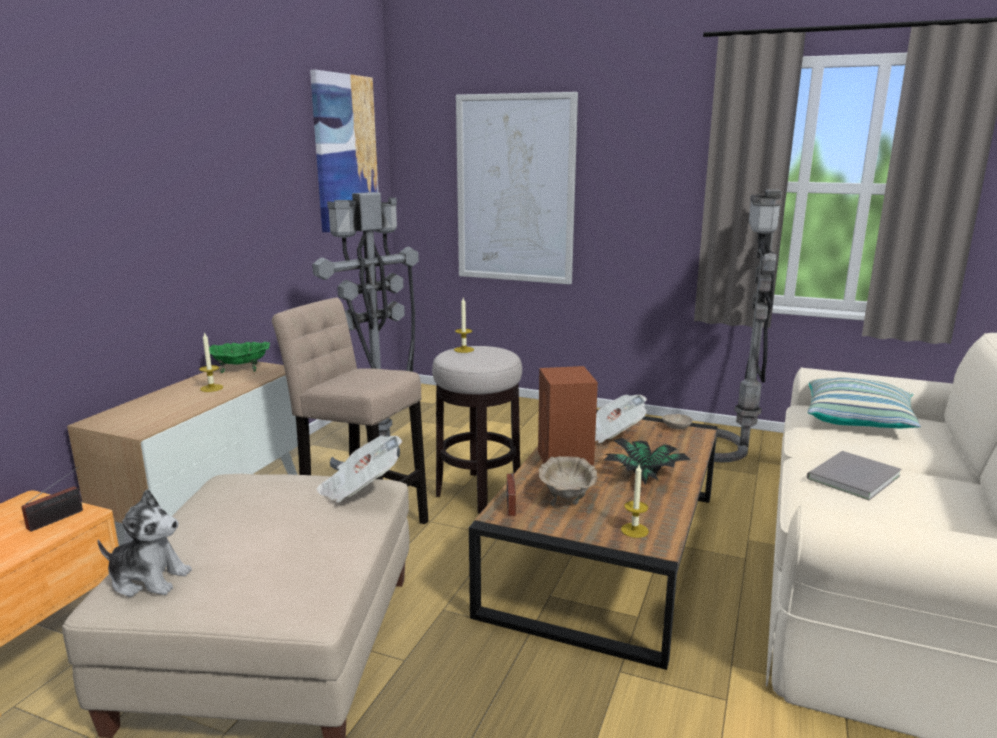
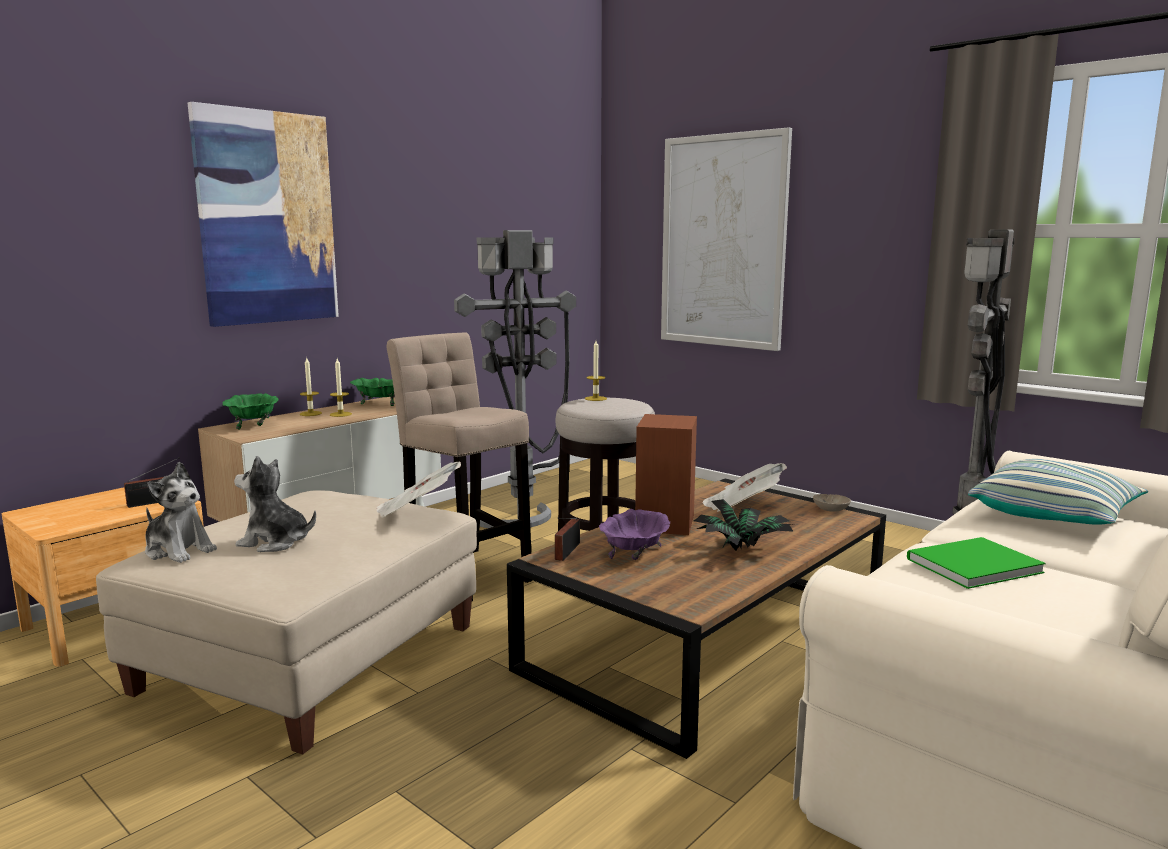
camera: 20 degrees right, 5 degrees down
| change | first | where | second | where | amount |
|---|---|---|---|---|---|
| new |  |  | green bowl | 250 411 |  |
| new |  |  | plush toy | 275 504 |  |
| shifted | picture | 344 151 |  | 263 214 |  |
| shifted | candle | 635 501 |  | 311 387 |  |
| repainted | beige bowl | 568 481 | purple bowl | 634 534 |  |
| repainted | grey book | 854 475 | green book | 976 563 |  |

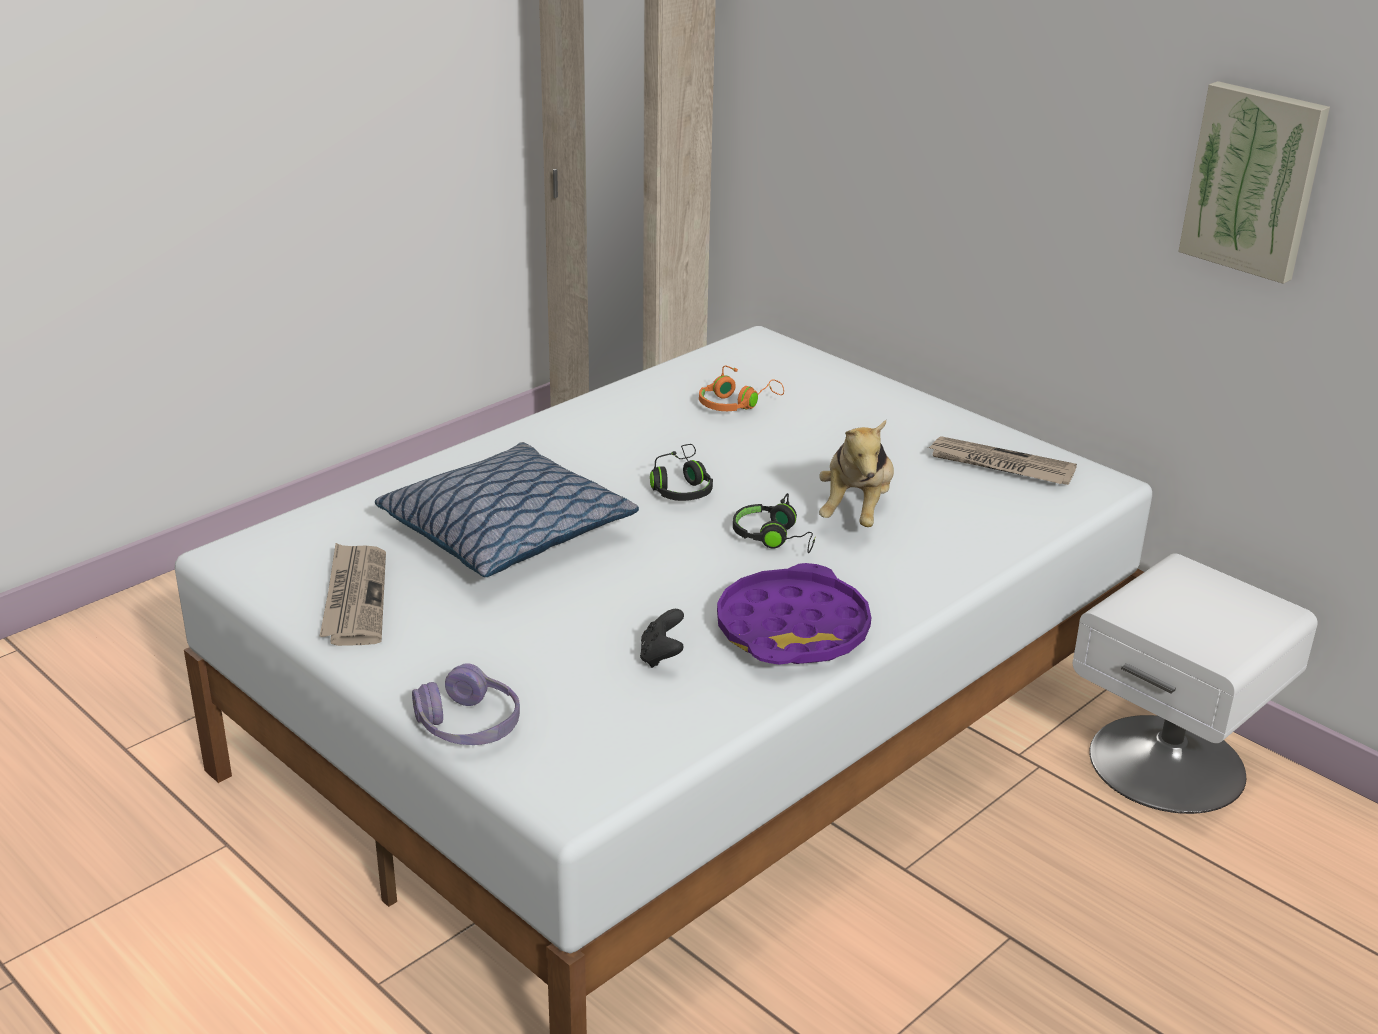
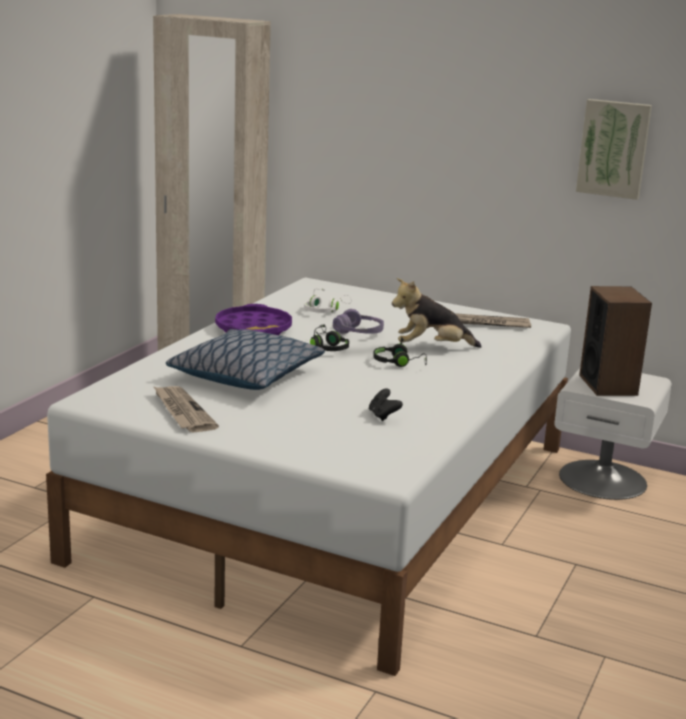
camera: 20 degrees left, 10 degrees down
| change | first | where | second | where | amount |
|---|---|---|---|---|---|
| new |  |  | speaker | 615 341 |  |
| shifted | purple headphones | 466 704 |  | 358 321 |  |
| shifted | purple tray | 794 614 |  | 253 319 |  |
| repainted | orange headphones | 741 388 | white headphones | 328 300 |  |
| rotated | plush toy | 856 473 |  | 437 313 | 90 degrees clockwise |

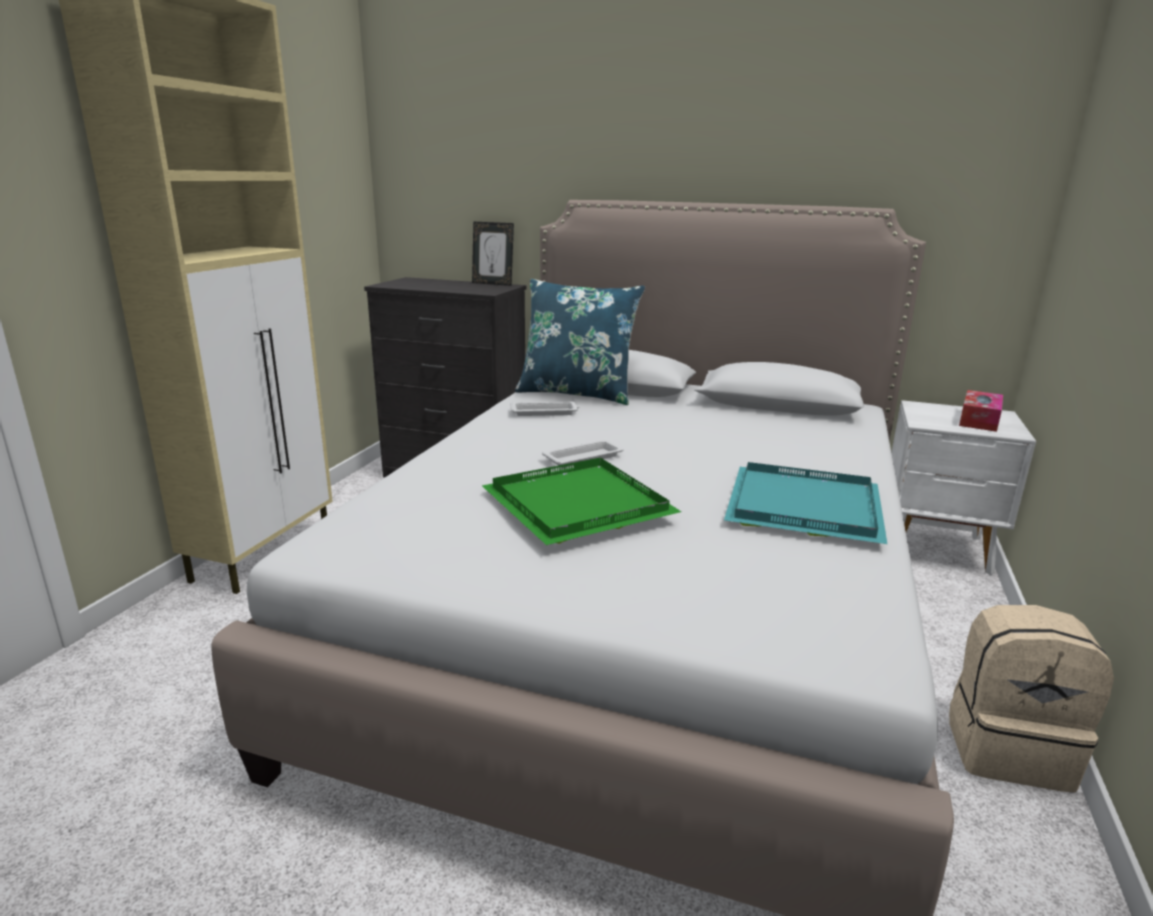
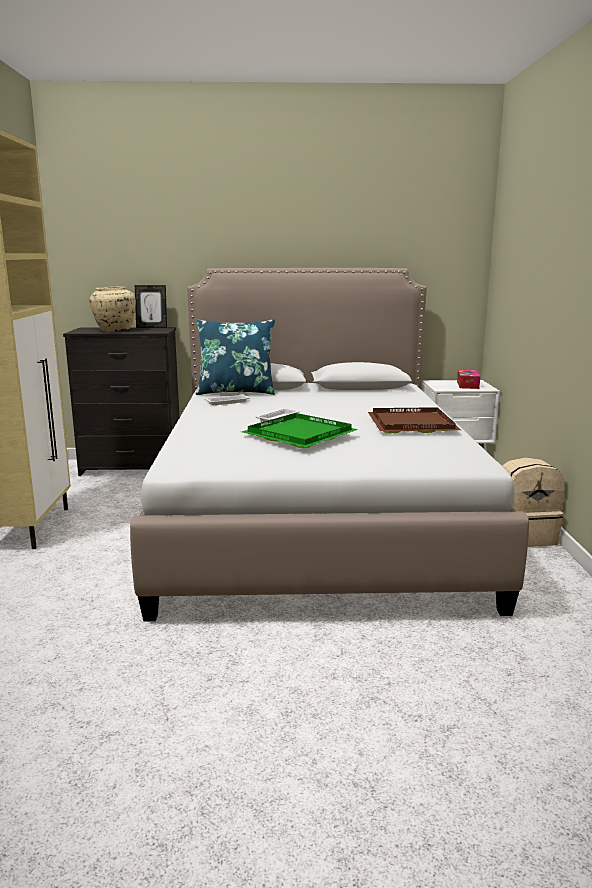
camera: 20 degrees left, 5 degrees down
| change | first | where | second | where | amount |
|---|---|---|---|---|---|
| new |  |  | beige vase | 112 309 |  |
| repainted | turquoise tray | 805 503 | brown tray | 414 420 |  |

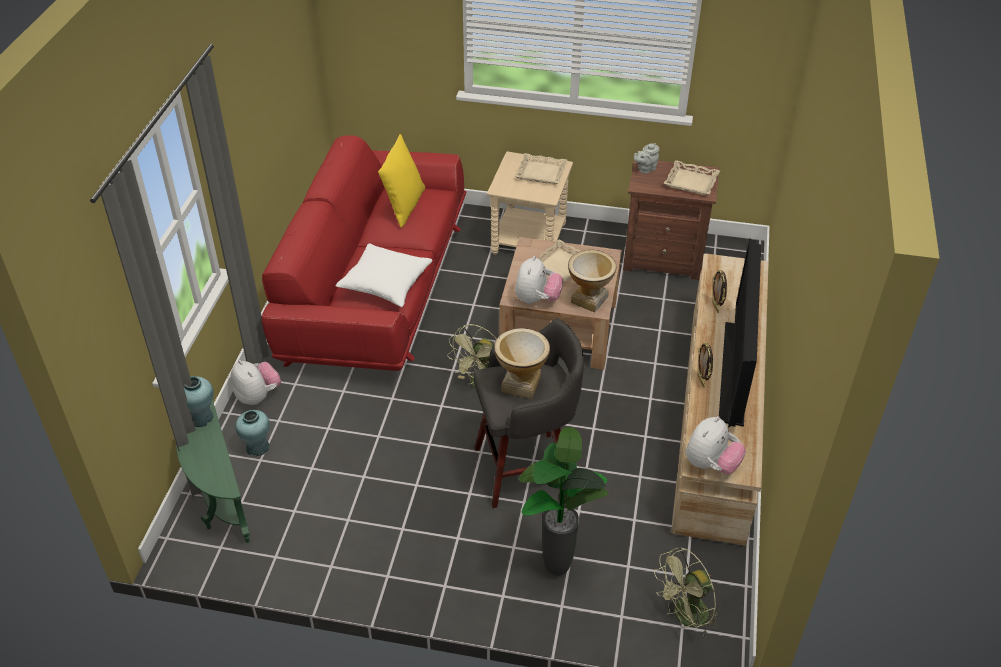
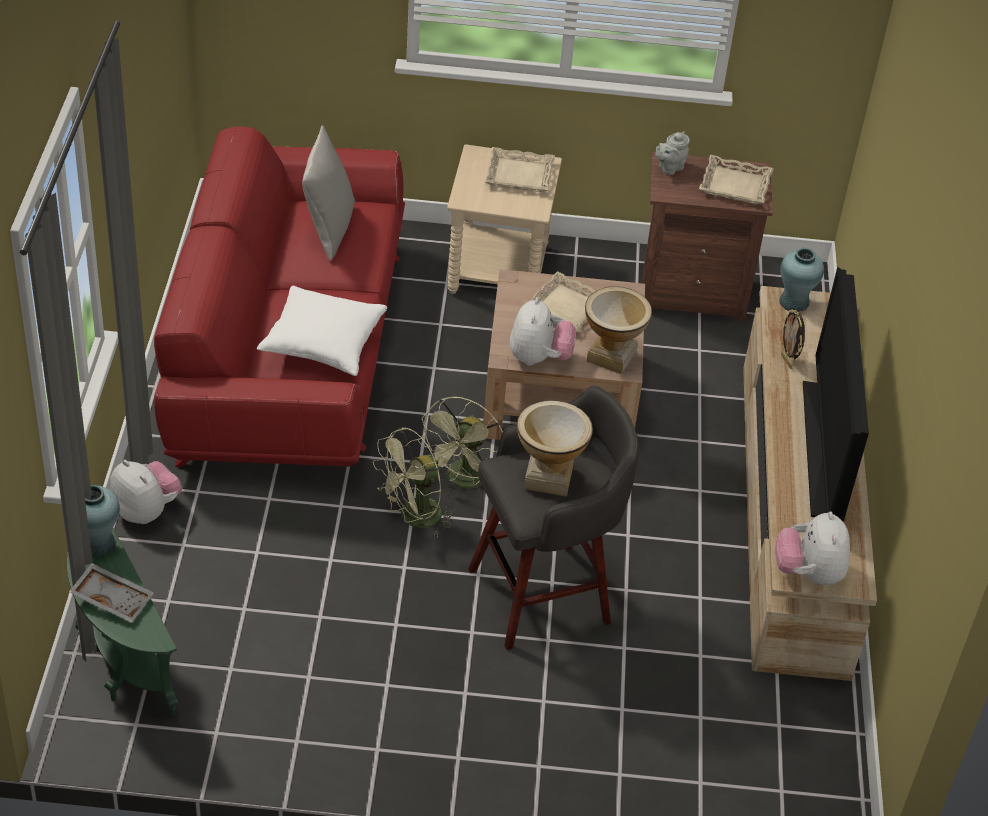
camera: 10 degrees left, 0 degrees up
| change | first | where | second | where | amount |
|---|---|---|---|---|---|
| gone | potted plant | 563 501 |  |  |  |
| gone | picture frame | 705 365 |  |  |  |
| new |  |  | grey tray | 111 593 |  |
| shifted | turquoise vase | 252 433 |  | 801 280 |  |
| shifted | green fan | 687 592 |  | 414 482 |  |
| repainted | yellow pillow | 401 181 | grey pillow | 328 193 |  |
| rotated | plush toy | 716 445 |  | 812 548 | 150 degrees clockwise |

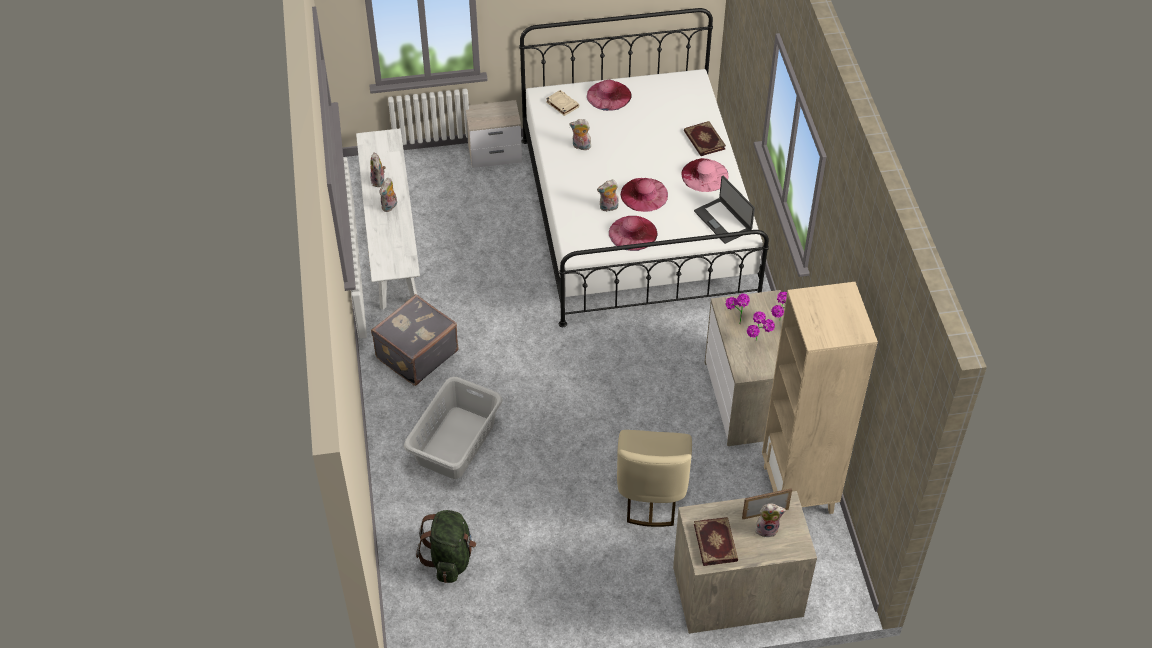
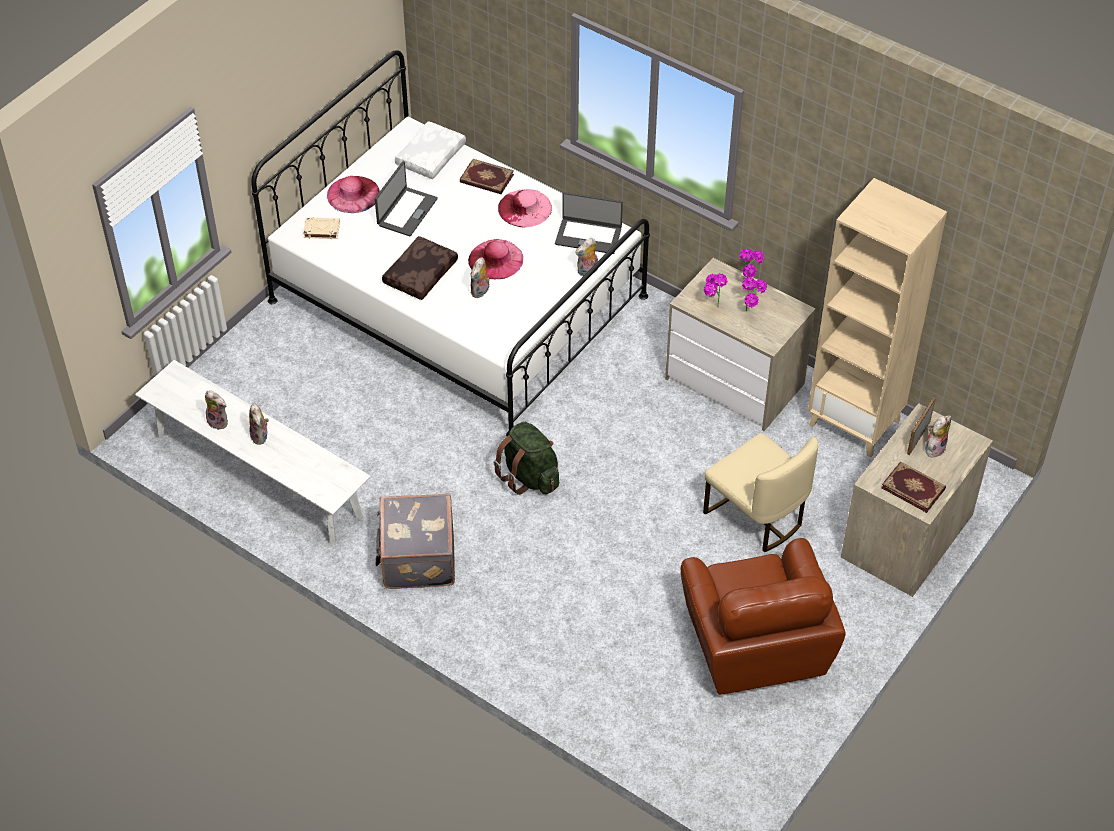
camera: 45 degrees left, 0 degrees up
| change | first | where | second | where | amount |
|---|---|---|---|---|---|
| gone | grey laundry basket | 453 428 |  |  |  |
| gone | nightstand | 494 134 |  |  |  |
| gone | pink hat | 633 233 |  |  |  |
| new |  |  | laptop | 406 198 |  |
| new |  |  | brown pillow | 420 268 |  |
| new |  |  | white pillow | 430 150 |  |
| new |  |  | brown armchair | 763 616 |  |
| shifted | green backpack | 446 546 |  | 526 458 |  |
| shifted | plush toy | 580 134 |  | 586 257 |  |

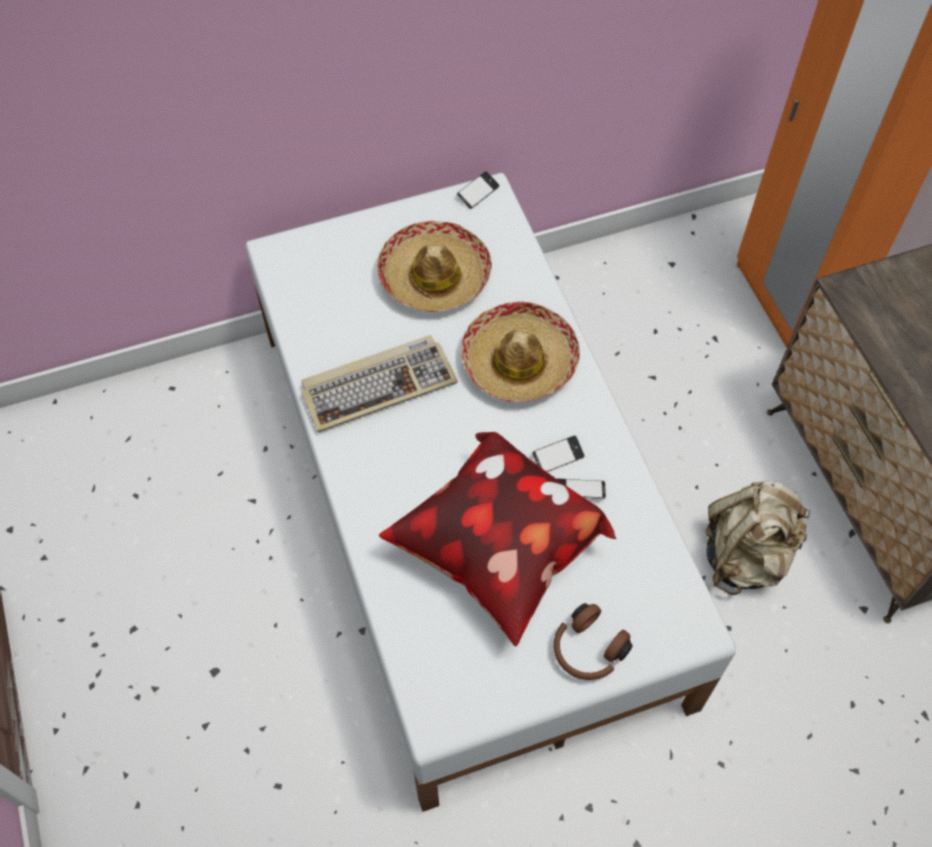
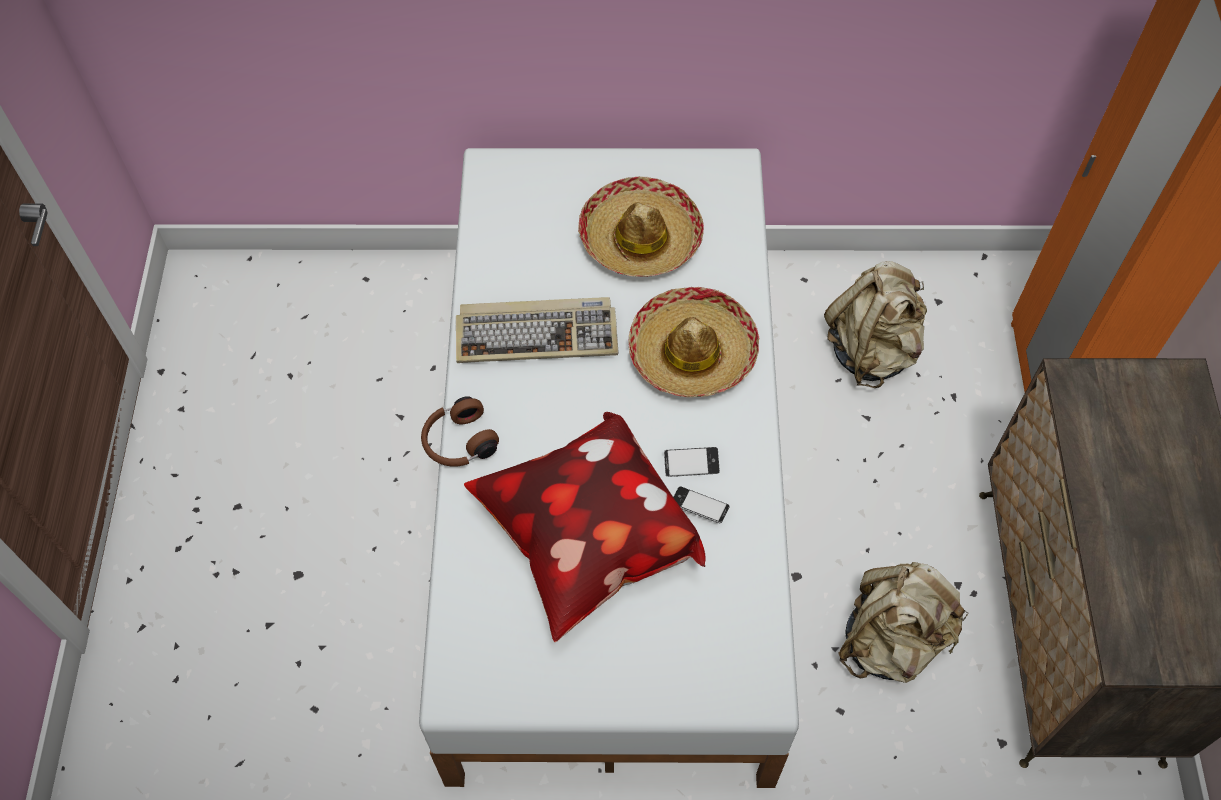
camera: 20 degrees right, 0 degrees up
| change | first | where | second | where | amount |
|---|---|---|---|---|---|
| gone | phone | 478 190 |  |  |  |
| new |  |  | beige backpack | 875 324 |  |
| shifted | brown headphones | 593 641 |  | 460 431 |  |

